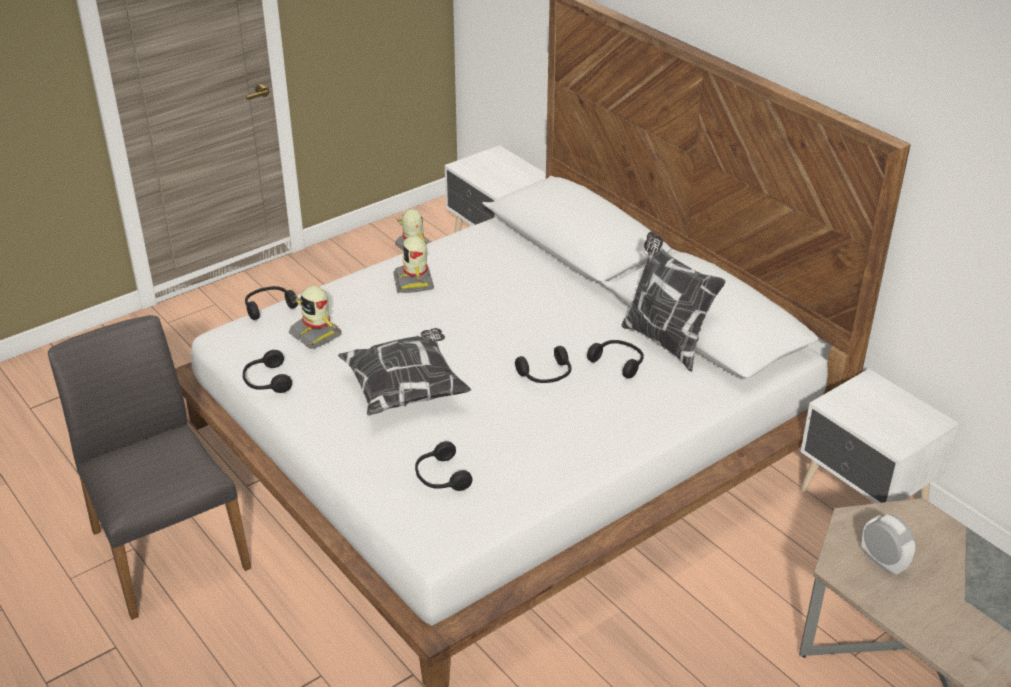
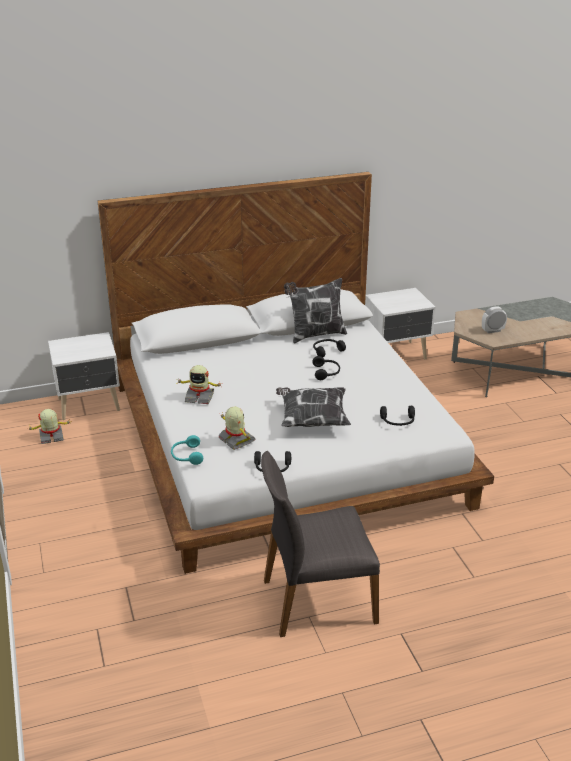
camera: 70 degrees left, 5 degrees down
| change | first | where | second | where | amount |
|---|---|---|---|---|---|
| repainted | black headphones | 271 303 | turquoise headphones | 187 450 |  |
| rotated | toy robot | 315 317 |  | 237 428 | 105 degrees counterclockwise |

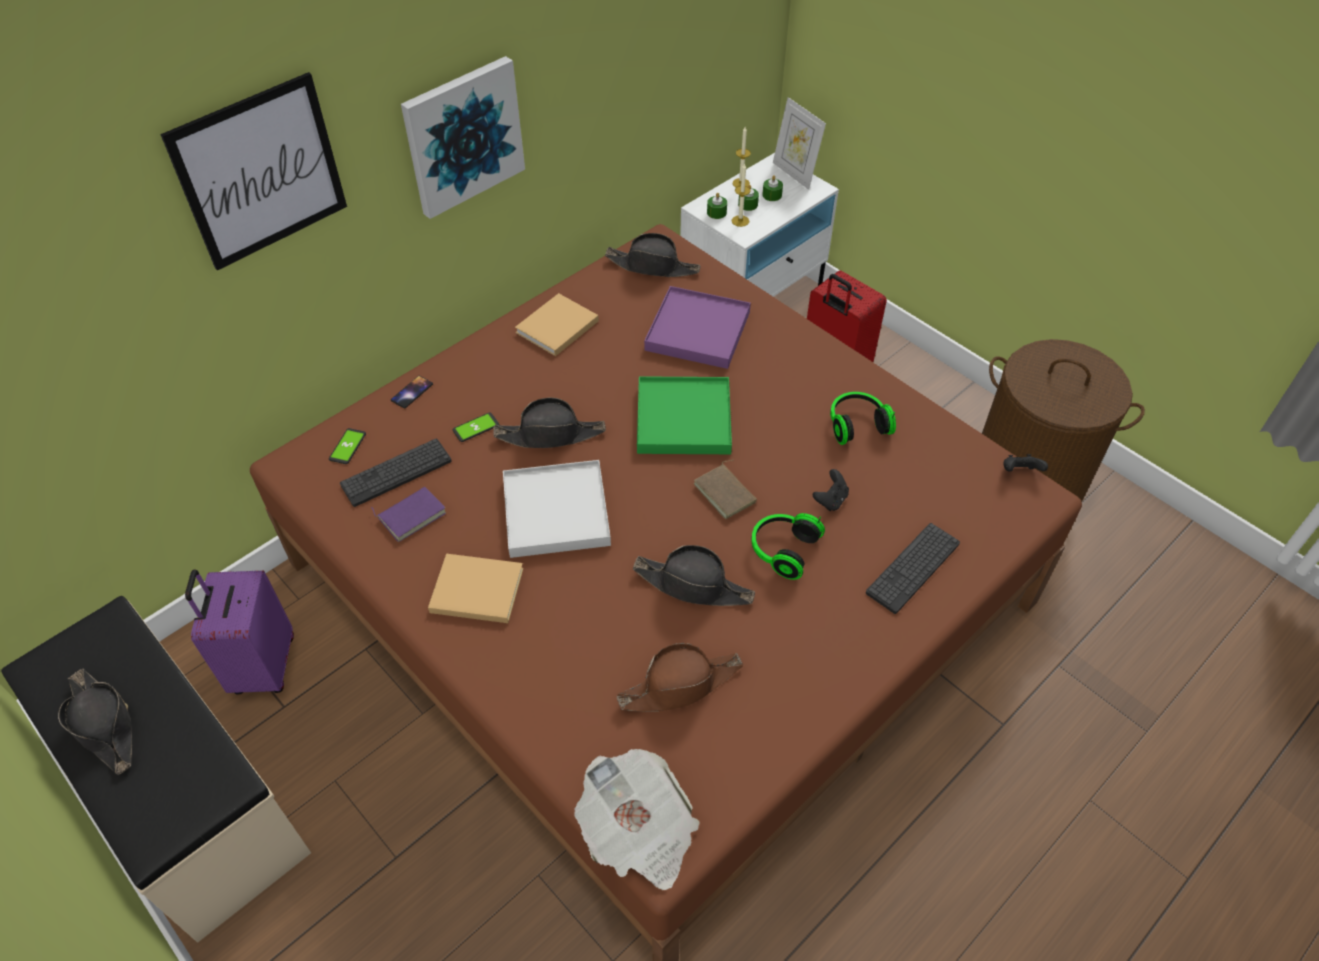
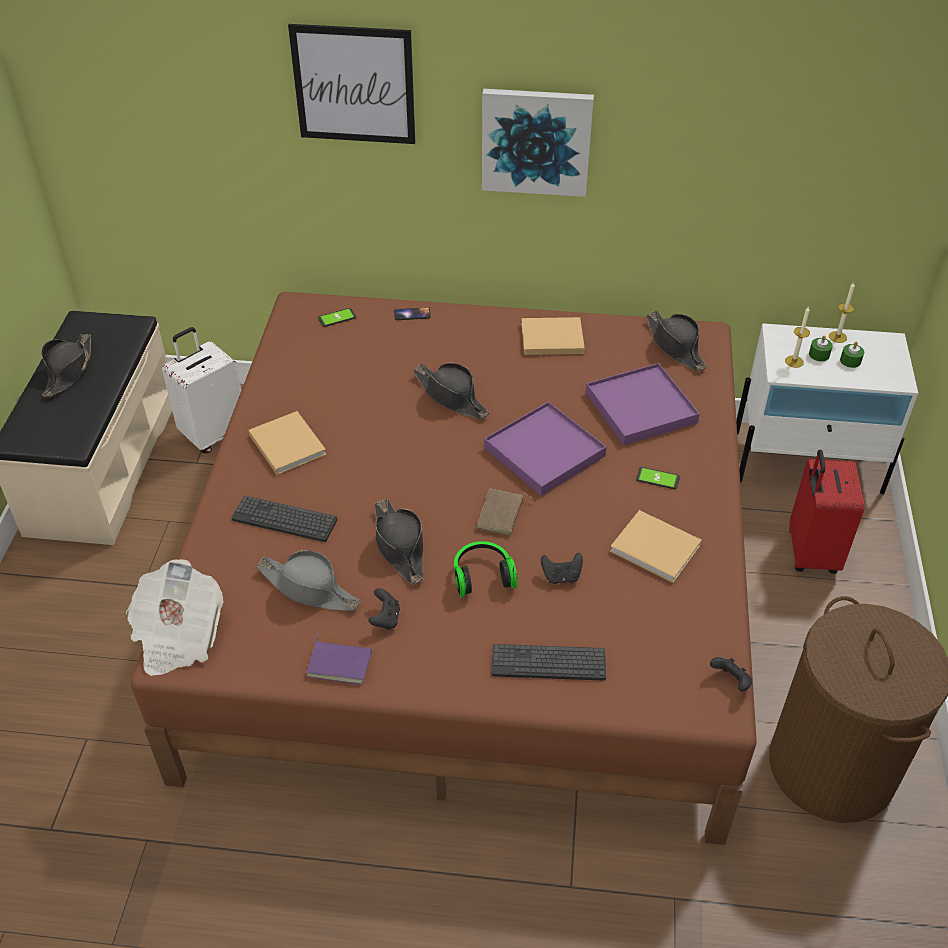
camera: 50 degrees right, 5 degrees down
| change | first | where | second | where | amount |
|---|---|---|---|---|---|
| gone | white tray | 557 509 |  |  |  |
| gone | green candle | 717 206 |  |  |  |
| gone | picture frame | 799 143 |  |  |  |
| new |  |  | black game controller | 384 609 |  |
| shifted | keyboard | 396 473 |  | 284 519 |  |
| shifted | purple book | 408 514 |  | 339 658 |  |
| shifted | phone | 476 427 |  | 658 478 |  |
| swapped | headphones | 863 418 | beige book | 656 546 |  |
| repainted | purple suitcase | 239 632 | white suitcase | 202 390 |  |
| repainted | brown hat | 680 677 | grey hat | 308 580 |  |
| repainted | green tray | 684 415 | purple tray | 545 449 |  |

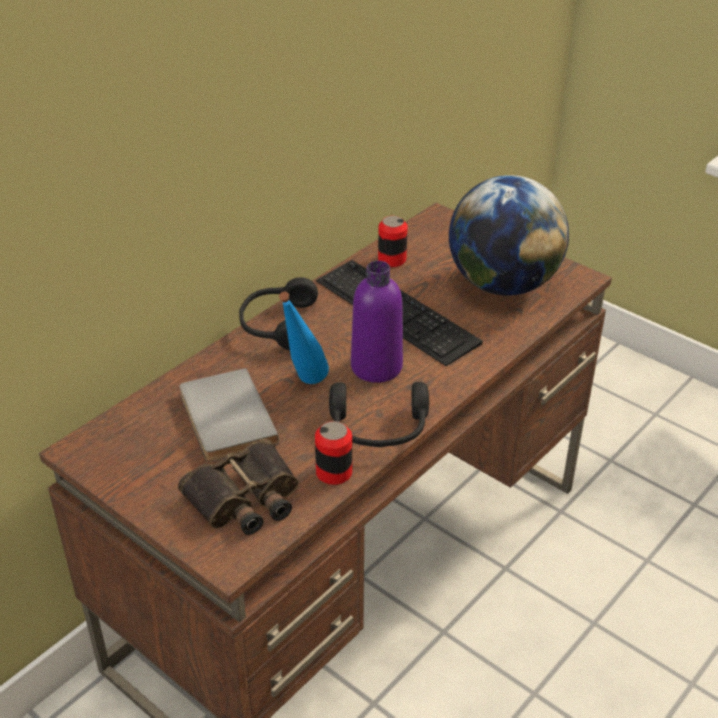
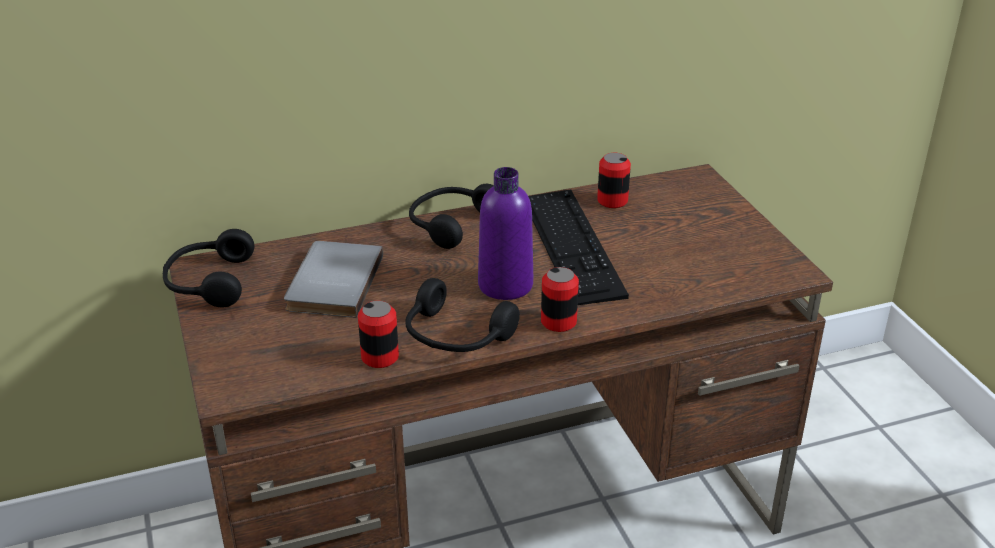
camera: 30 degrees right, 5 degrees down
| change | first | where | second | where | amount |
|---|---|---|---|---|---|
| gone | binoculars | 238 487 |  |  |  |
| gone | blue bottle | 304 338 |  |  |  |
| gone | globe | 509 235 |  |  |  |
| new |  |  | black headphones | 208 268 |  |
| new |  |  | can | 560 299 |  |

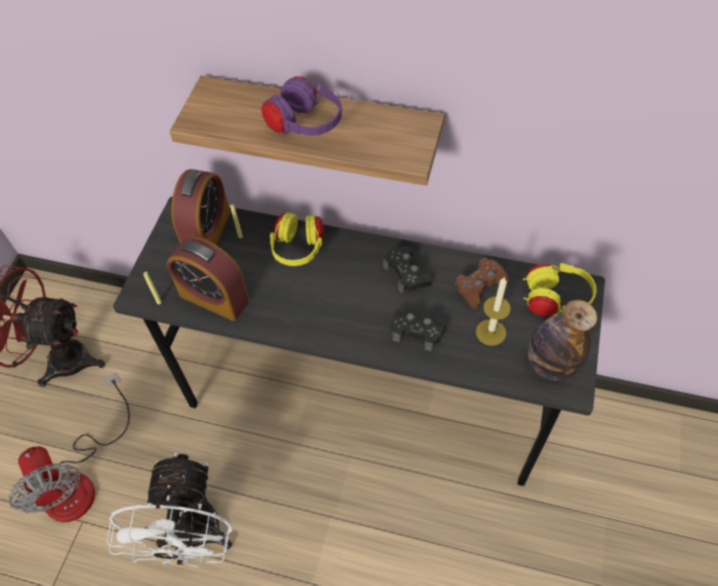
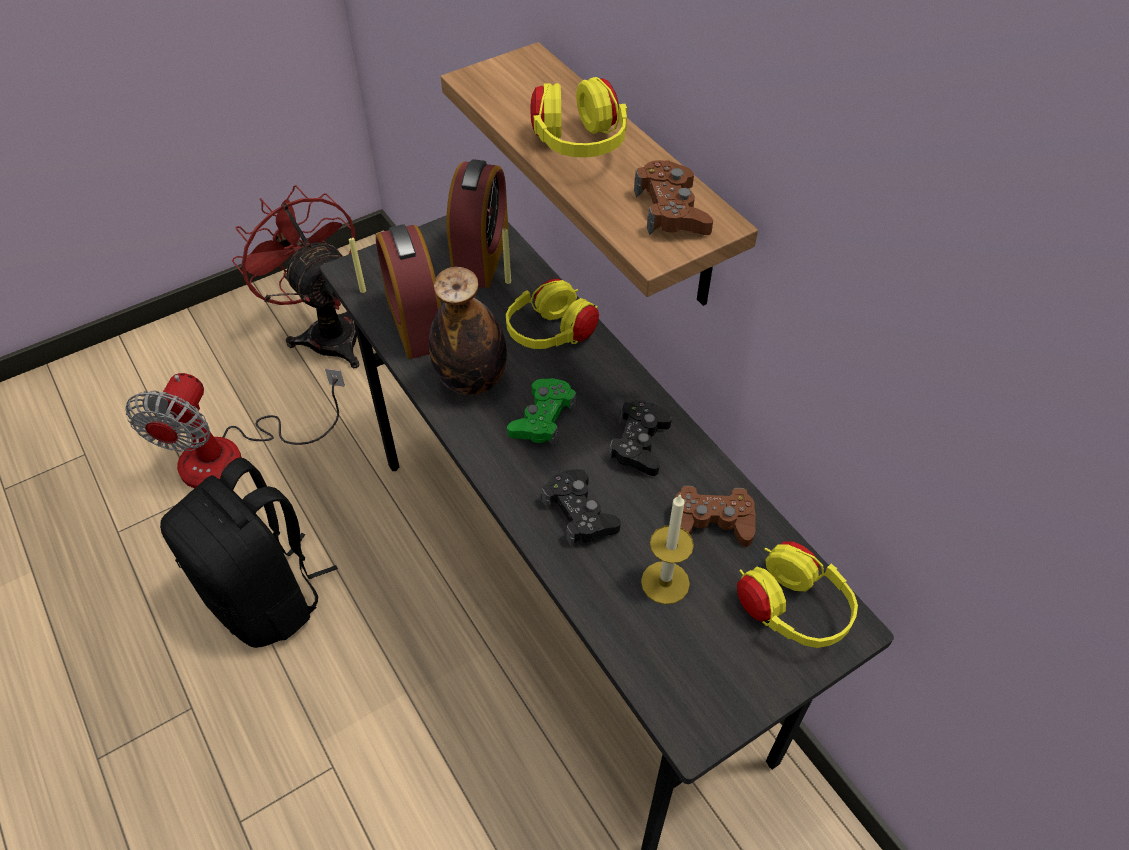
camera: 40 degrees right, 5 degrees down
| change | first | where | second | where | amount |
|---|---|---|---|---|---|
| new |  |  | green game controller | 542 412 |  |
| new |  |  | brown game controller | 673 197 |  |
| shifted | bottle | 562 340 |  | 468 331 |  |
| swapped | white fan | 169 509 | black backpack | 249 552 |  |
| repainted | purple headphones | 302 106 | yellow headphones | 578 117 |  |
| rotated | alarm clock | 200 207 |  | 477 223 | 45 degrees counterclockwise |

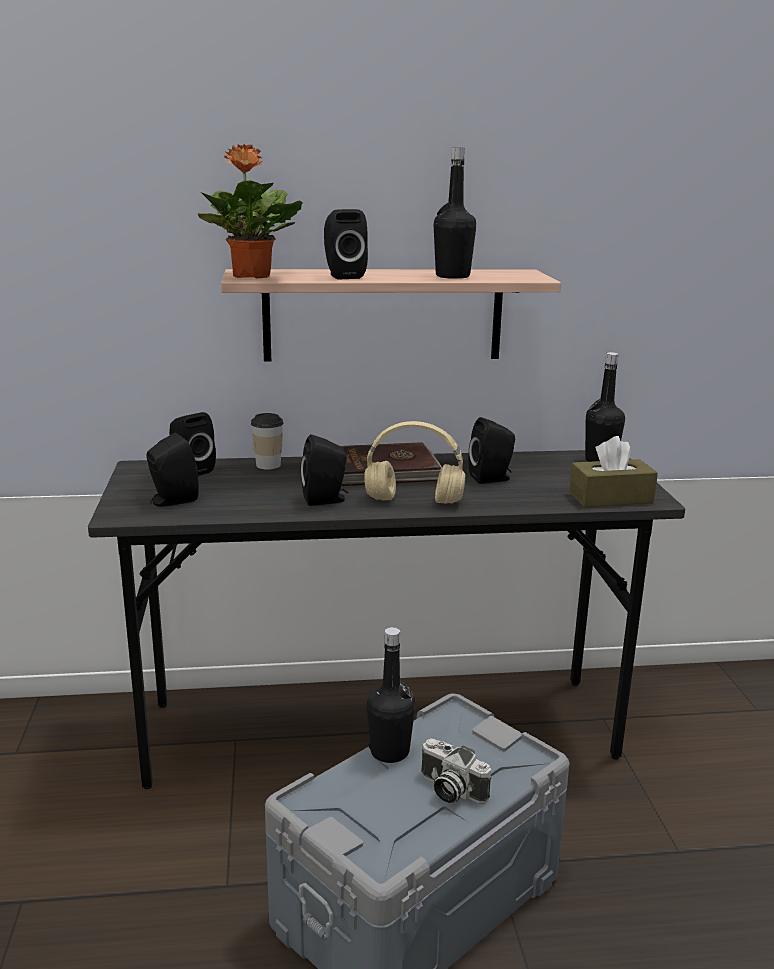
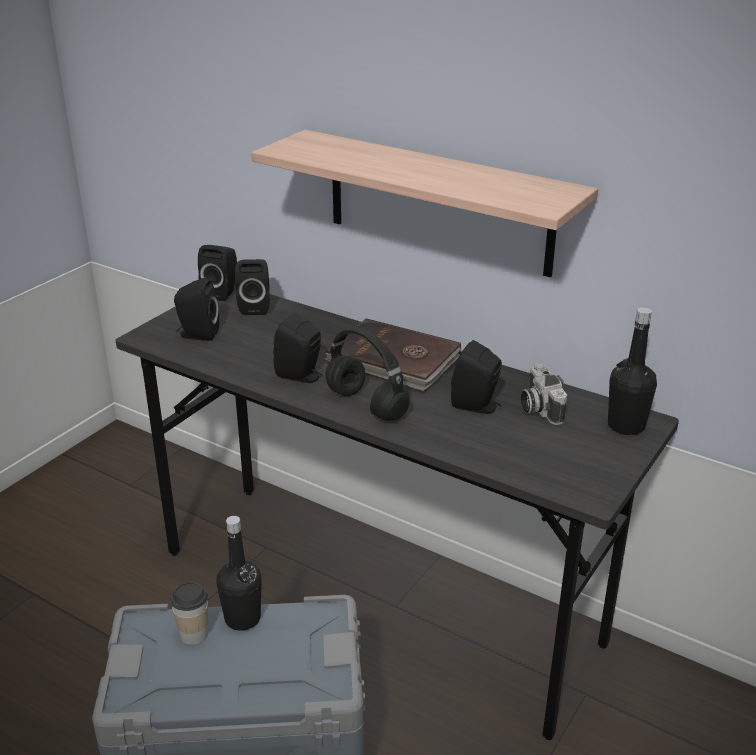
camera: 40 degrees right, 10 degrees up
| change | first | where | second | where | amount |
|---|---|---|---|---|---|
| gone | potted plant | 250 211 |  |  |  |
| gone | black bottle | 455 213 |  |  |  |
| gone | brown tissue box | 613 471 |  |  |  |
| shifted | cup | 267 441 |  | 189 613 |  |
| shifted | black speaker | 346 244 |  | 217 273 |  |
| shifted | photo camera | 456 771 |  | 544 394 |  |
| repainted | beige headphones | 414 462 | black headphones | 368 374 |  |

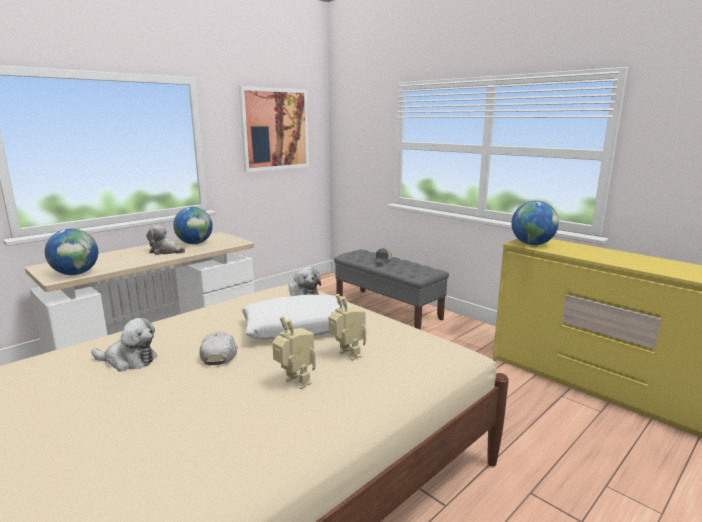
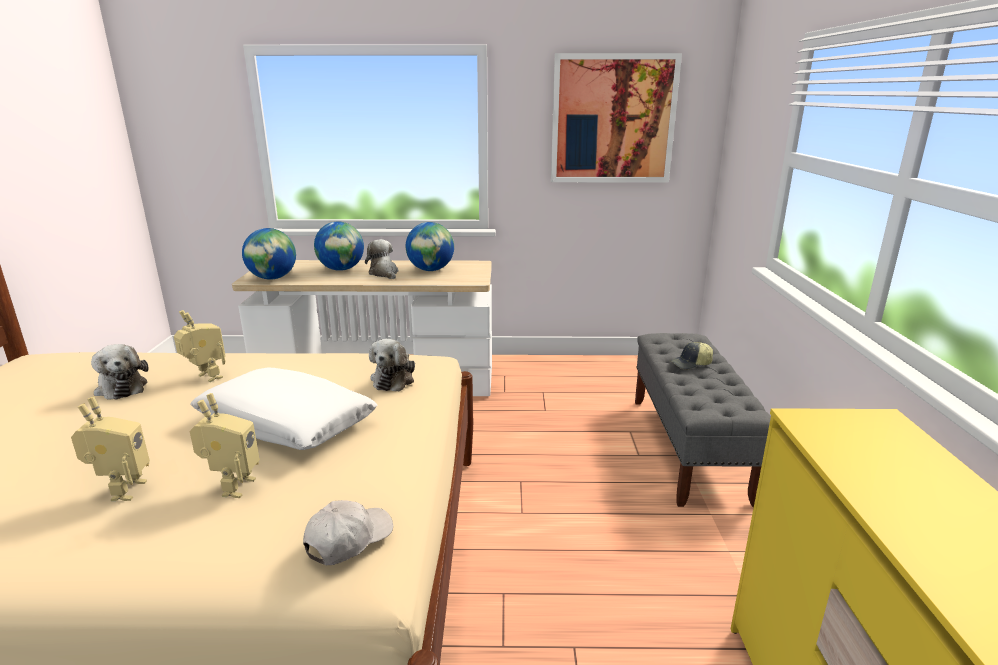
camera: 45 degrees right, 5 degrees up
| change | first | where | second | where | amount |
|---|---|---|---|---|---|
| new |  |  | toy robot | 200 346 |  |
| shifted | white cap | 218 348 |  | 348 532 |  |
| shifted | globe | 535 223 |  | 339 246 |  |

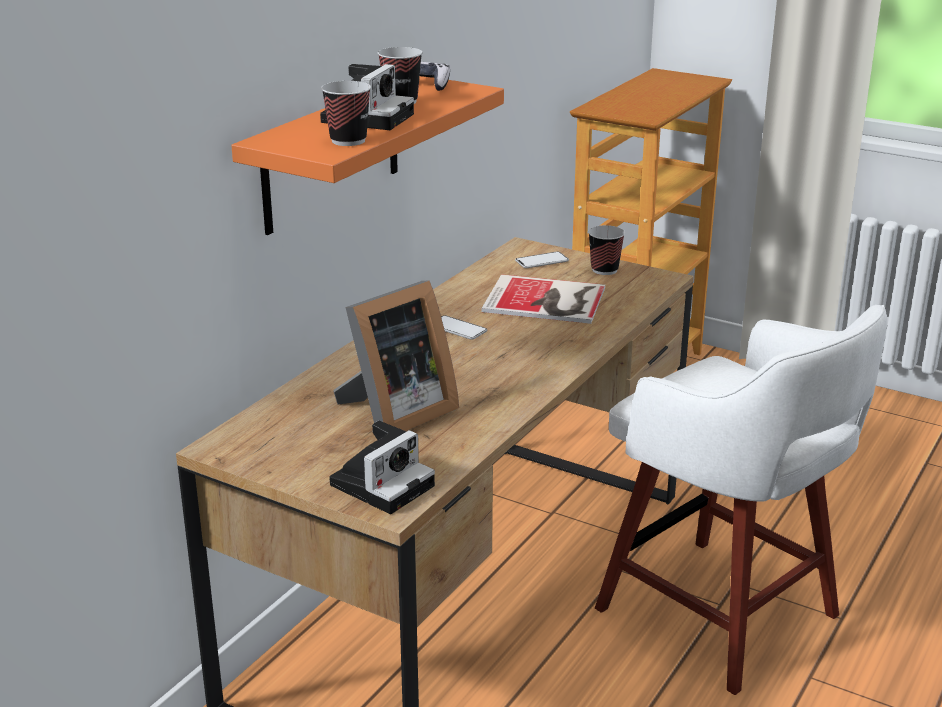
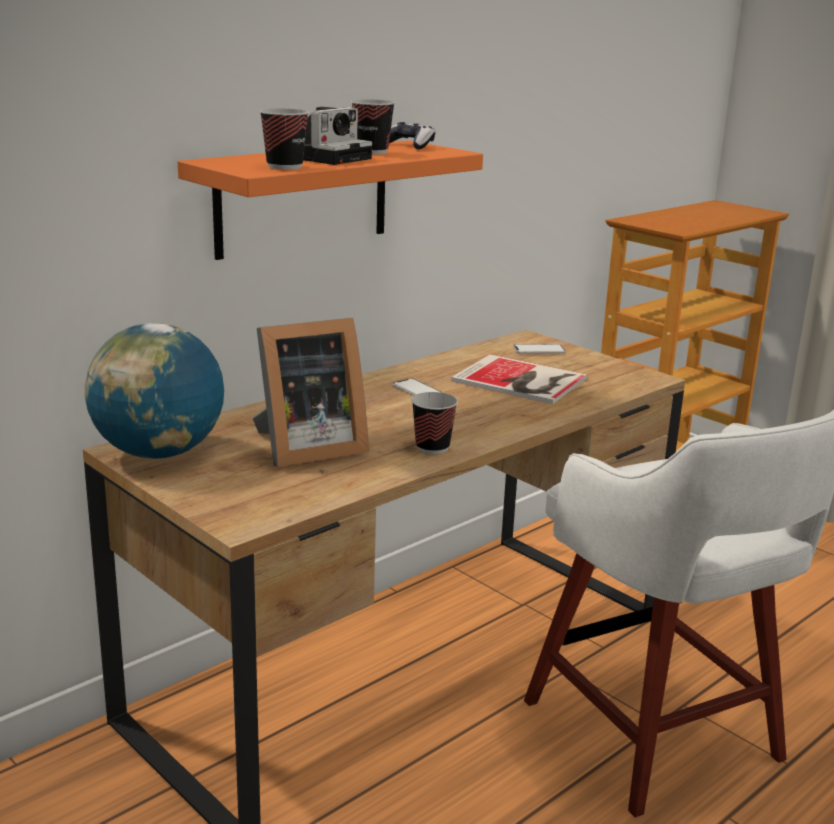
camera: 15 degrees right, 5 degrees down
| change | first | where | second | where | amount |
|---|---|---|---|---|---|
| gone | photo camera | 382 467 |  |  |  |
| new |  |  | globe | 154 391 |  |
| shifted | cup | 606 250 |  | 434 423 |  |

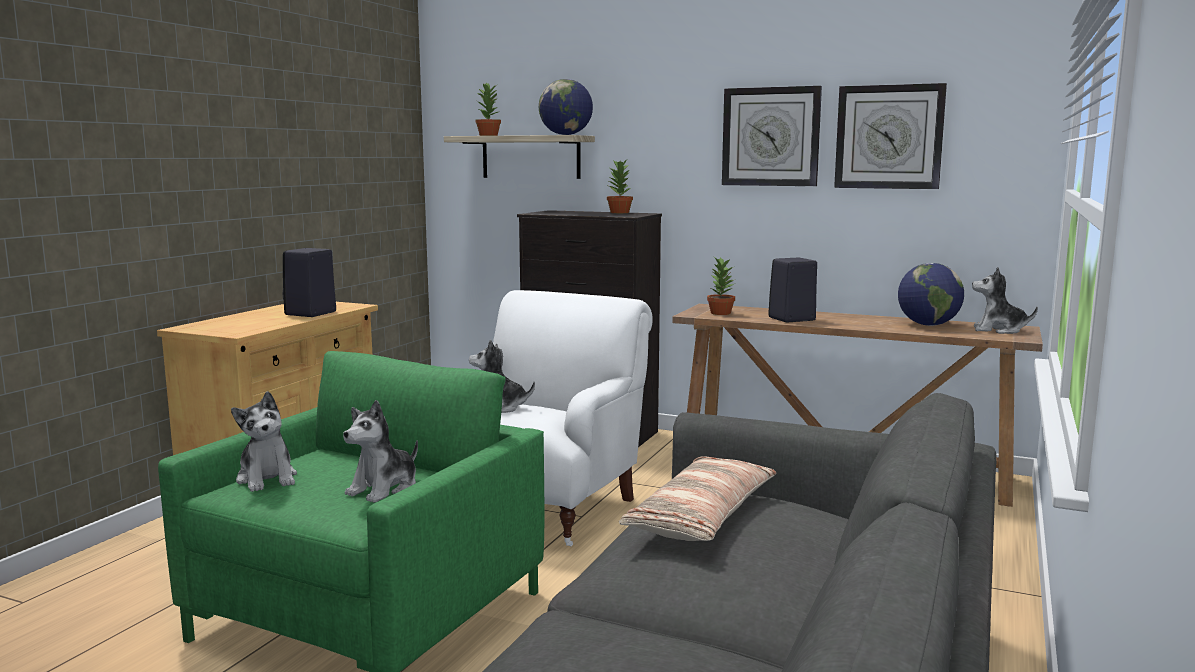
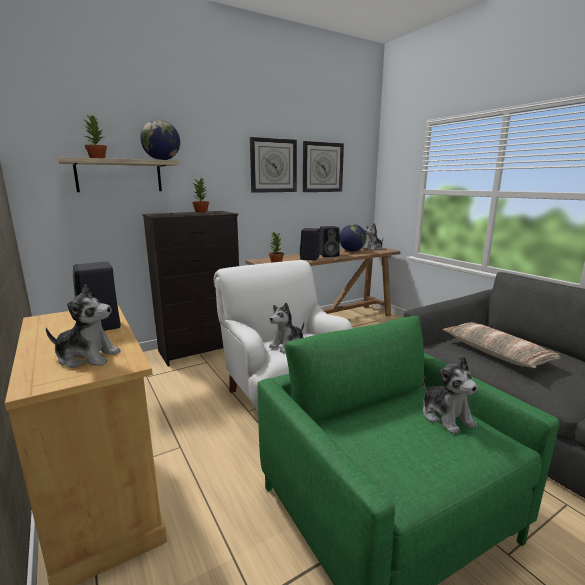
camera: 55 degrees left, 5 degrees up
| change | first | where | second | where | amount |
|---|---|---|---|---|---|
| new |  |  | black speaker | 329 241 |  |
| shifted | plush toy | 264 441 |  | 83 326 |  |

